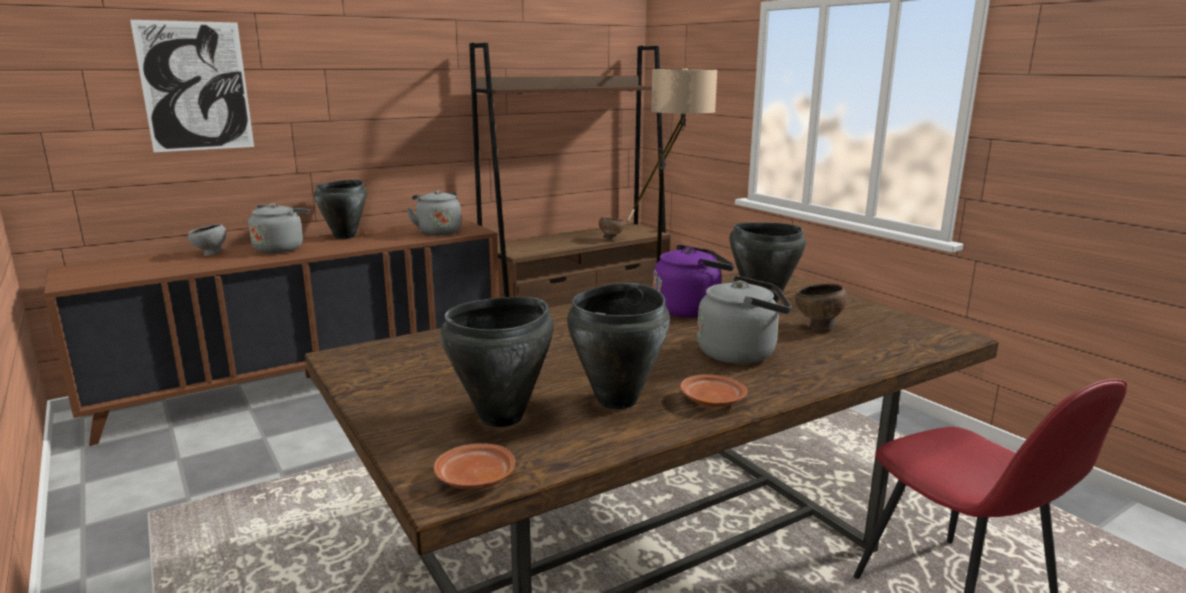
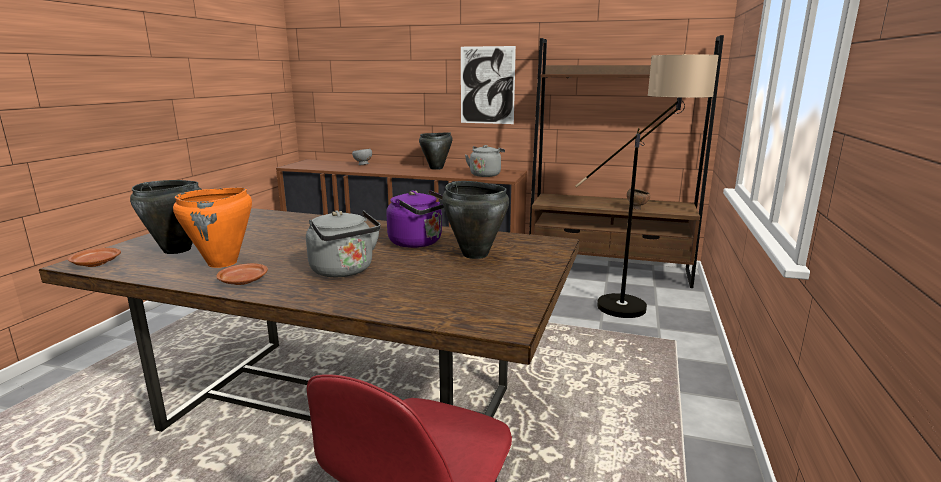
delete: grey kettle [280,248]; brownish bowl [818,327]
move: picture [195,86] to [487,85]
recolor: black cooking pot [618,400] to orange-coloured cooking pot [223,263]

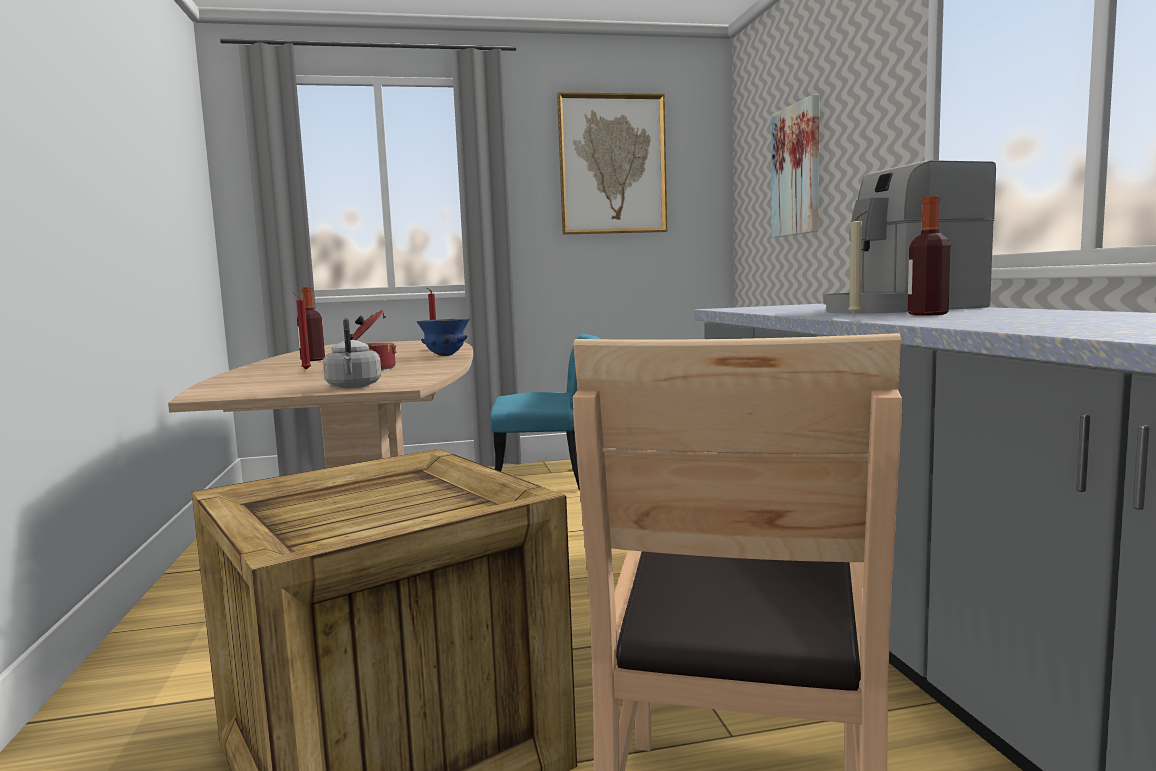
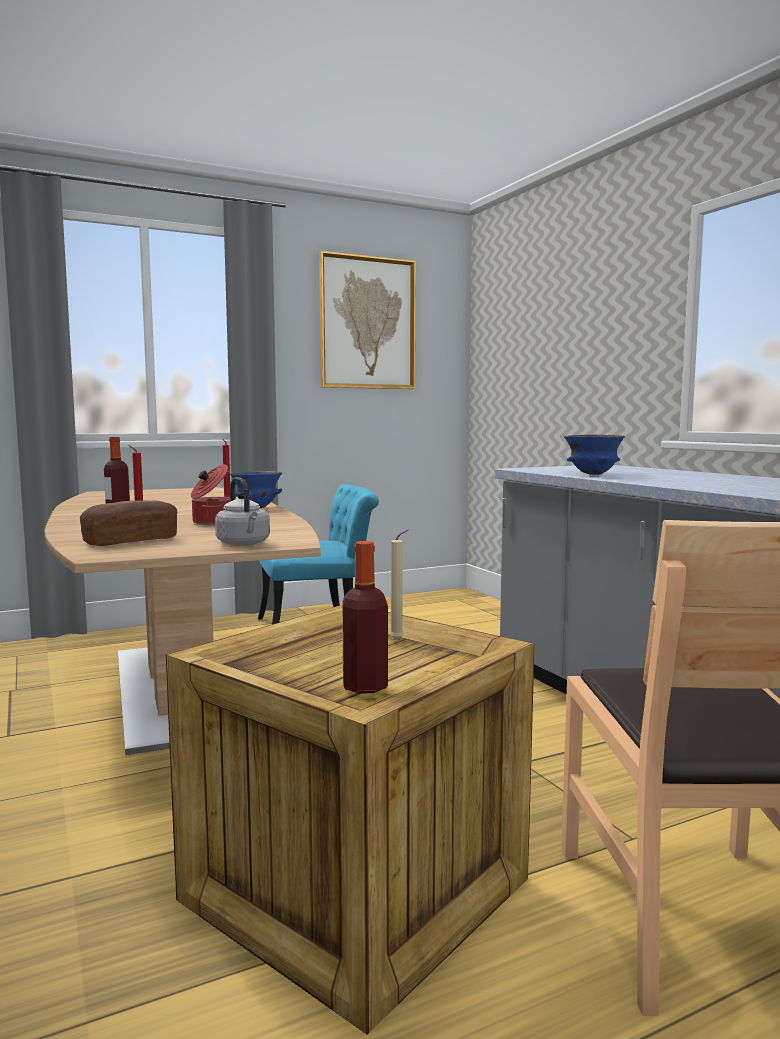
delete: picture [797,170]; coffee brewer [900,309]
insert: bakery bread [131,541]; bluish bowl [593,474]
move: sand-coloured candle [857,314] to [399,640]; bottle [927,314] to [365,686]

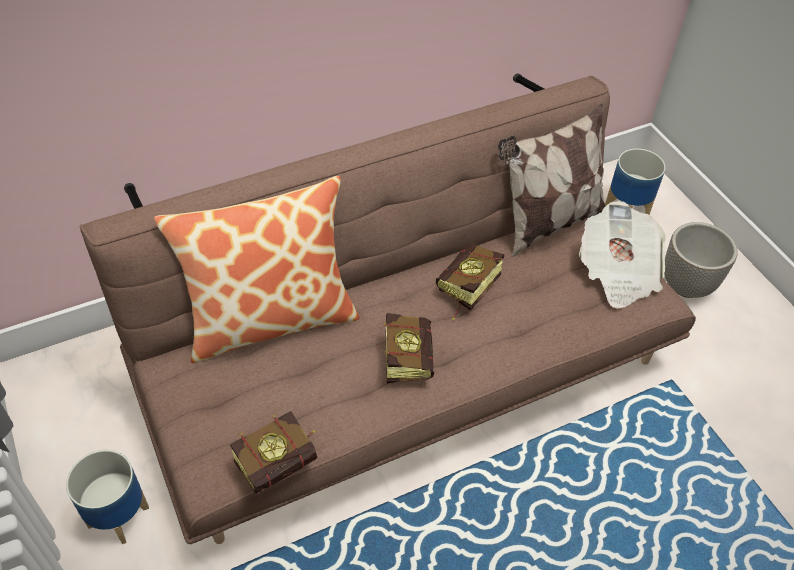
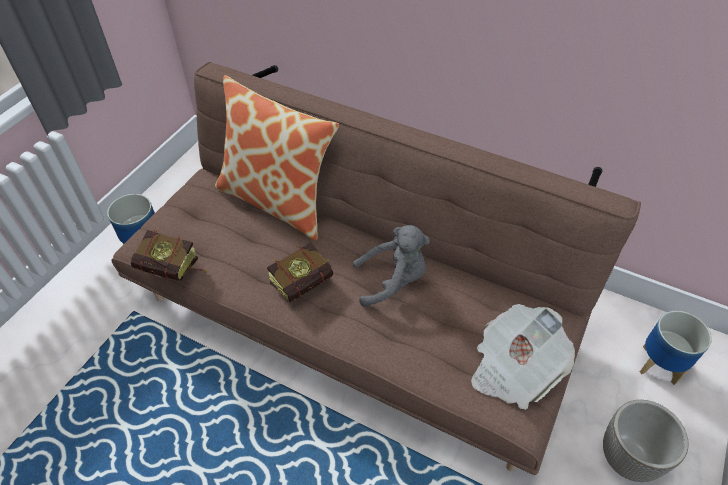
delete: cushion [547,223]
replace: volume [464,291] to grey soft toy [393,281]

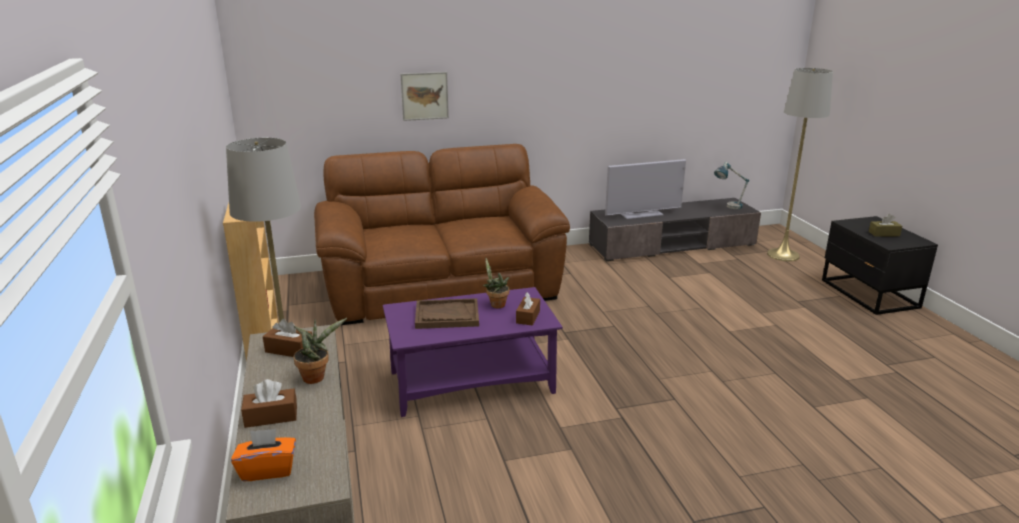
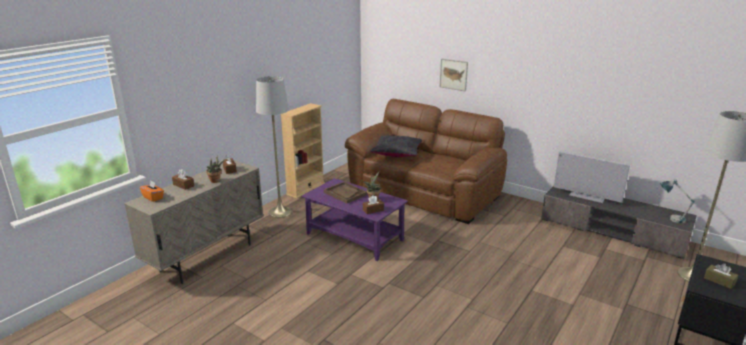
insert: black cushion [397,153]

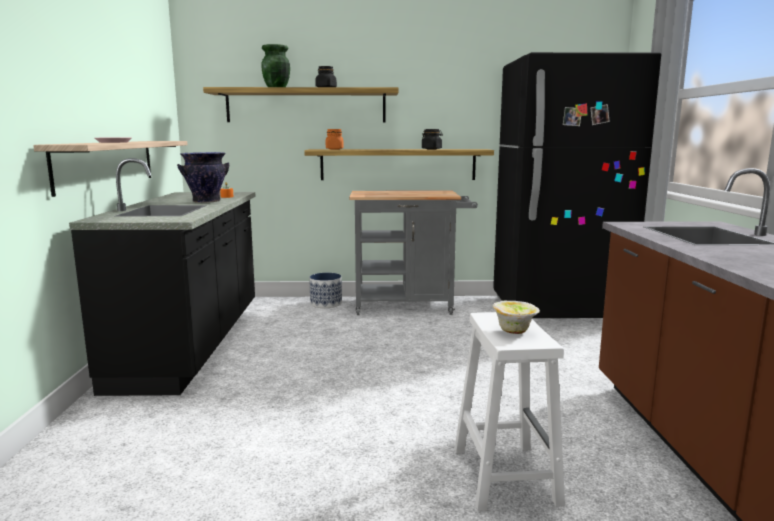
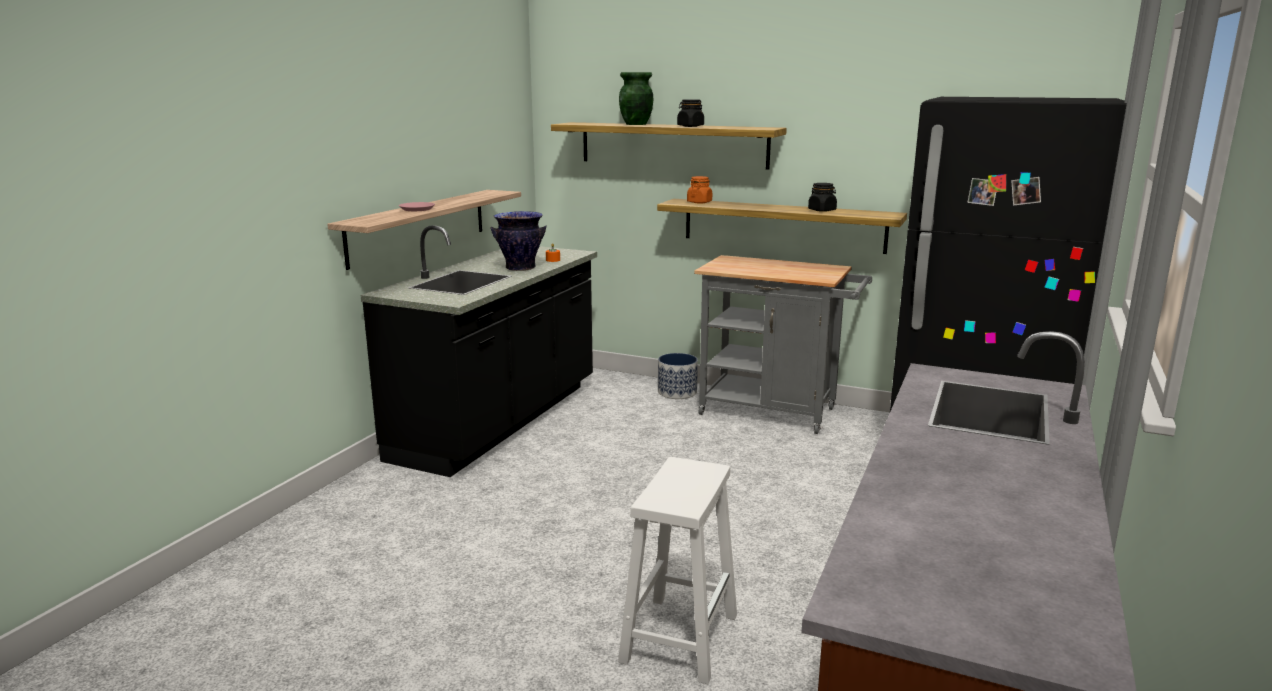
delete: bowl [514,331]

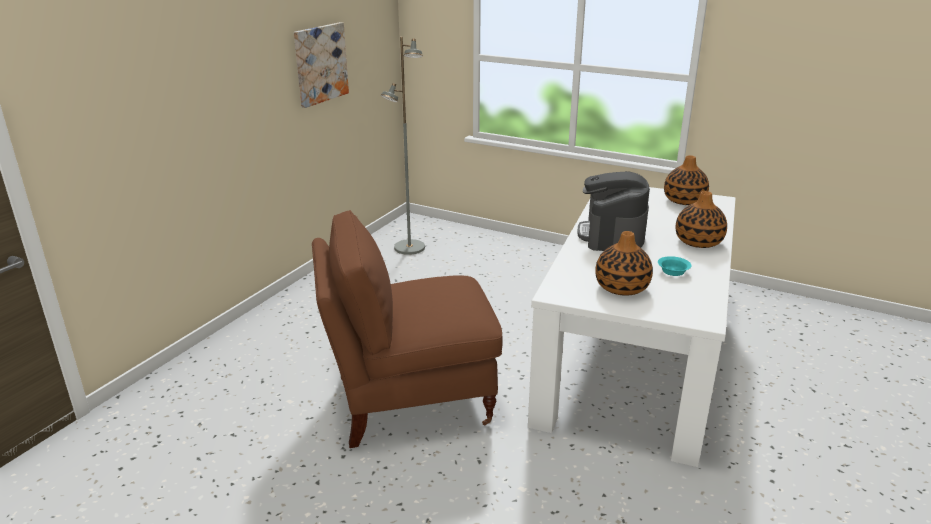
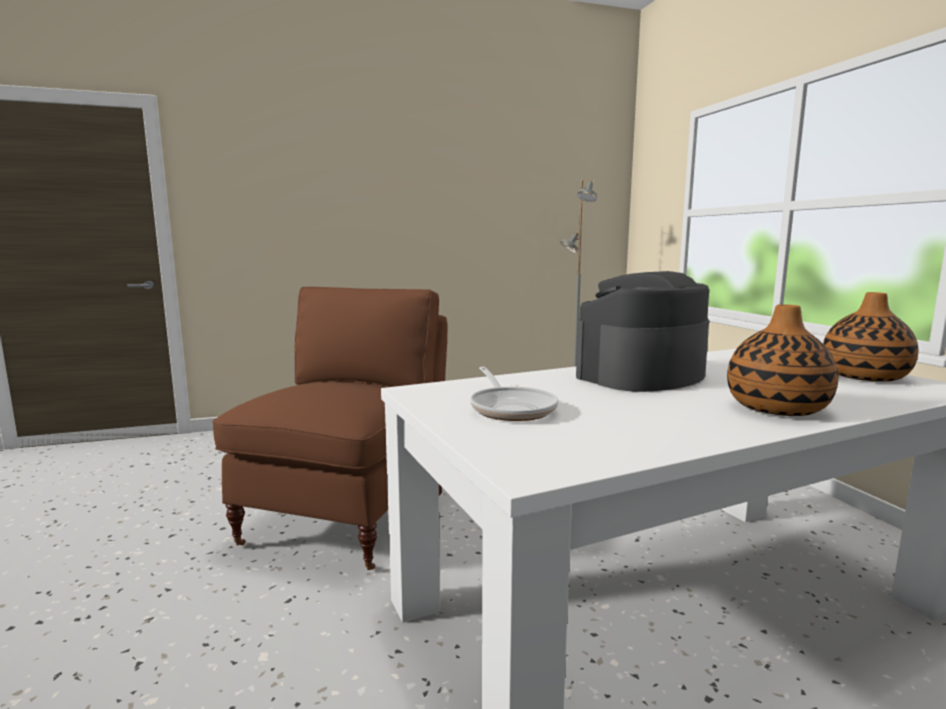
delete: picture [320,64]; turquoise bowl [673,272]
replace: flower vase [621,287] to pan [511,408]
rotate: brownish chair [409,399] = [349,516] 75 degrees clockwise

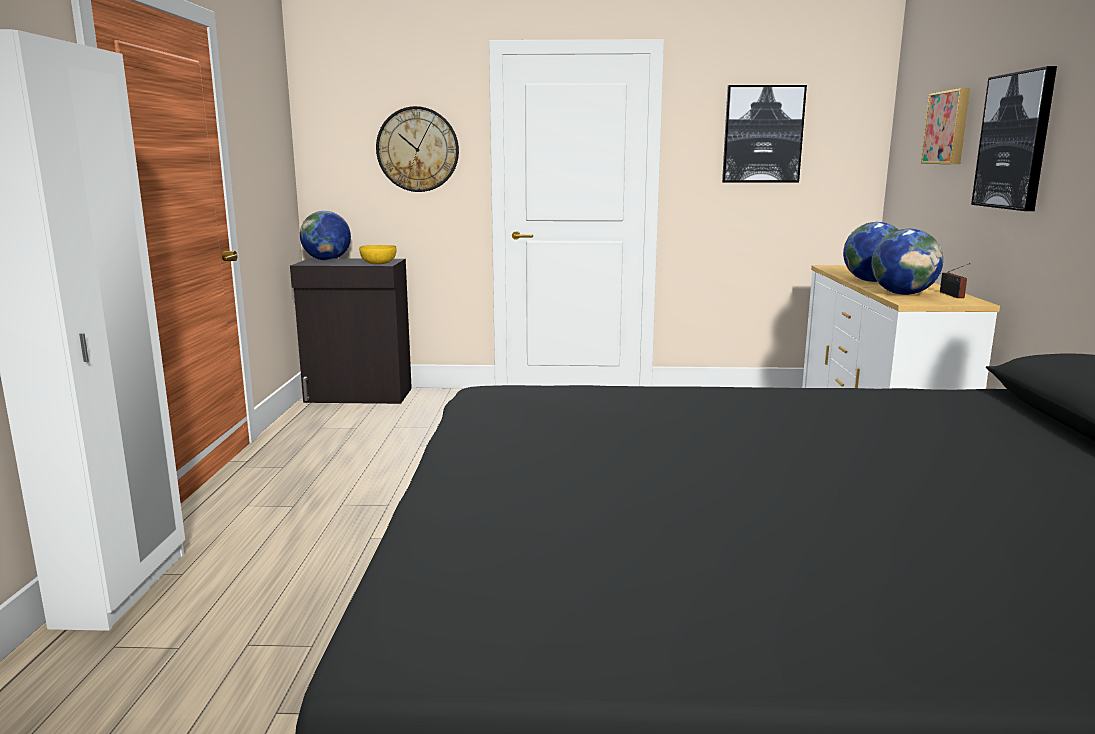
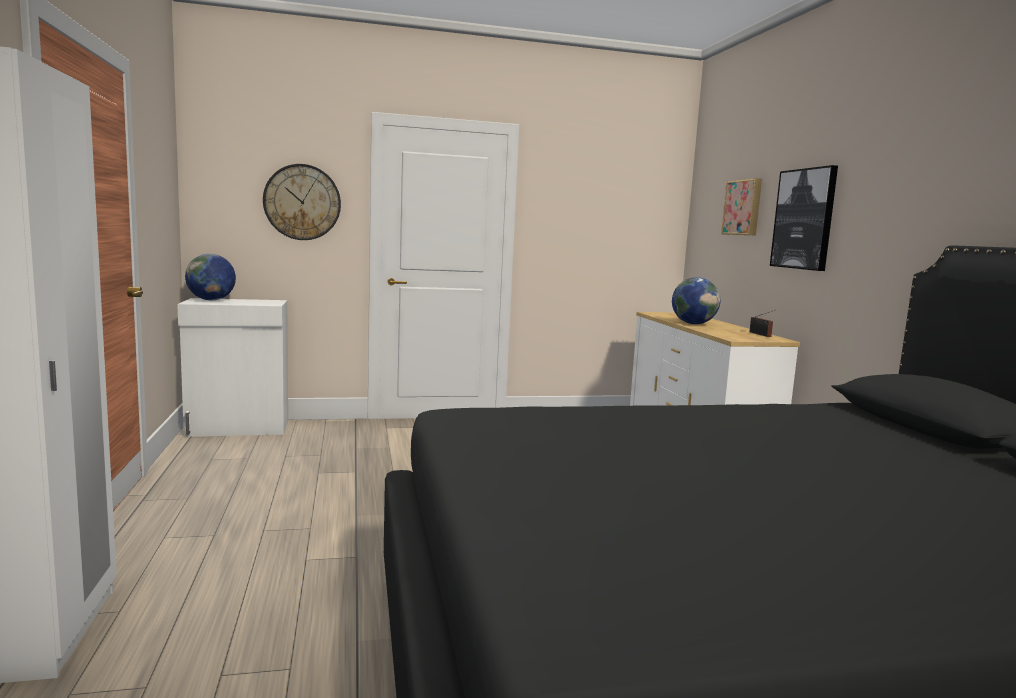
delete: yellow bowl [378,263]; picture [762,134]; globe [903,294]
recolor: black cabinet [359,396] to whitish cabinet [238,428]

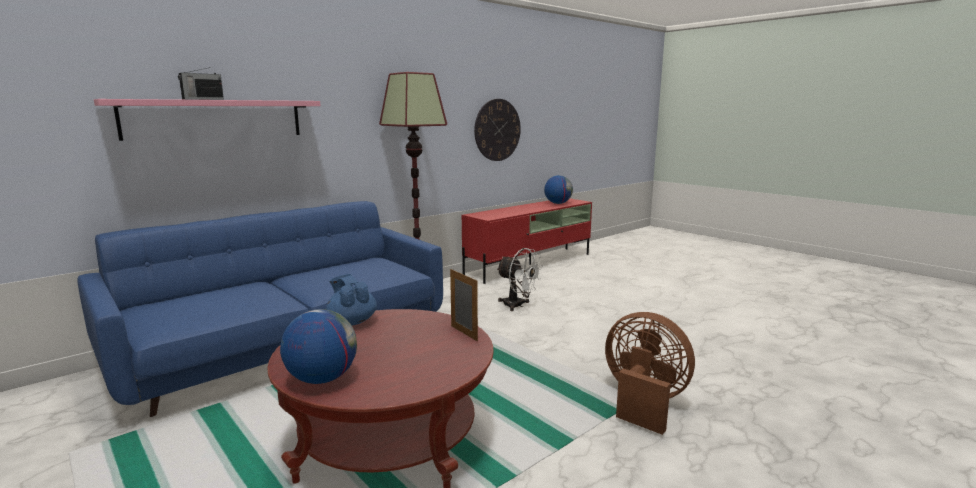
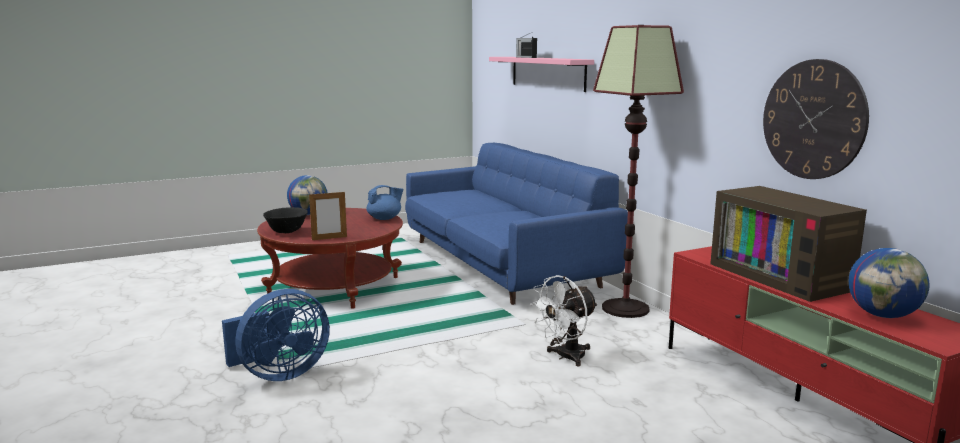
insert: black bowl [287,232]; TV set [782,276]
recolor: brownish fan [643,402] to bluish fan [279,374]

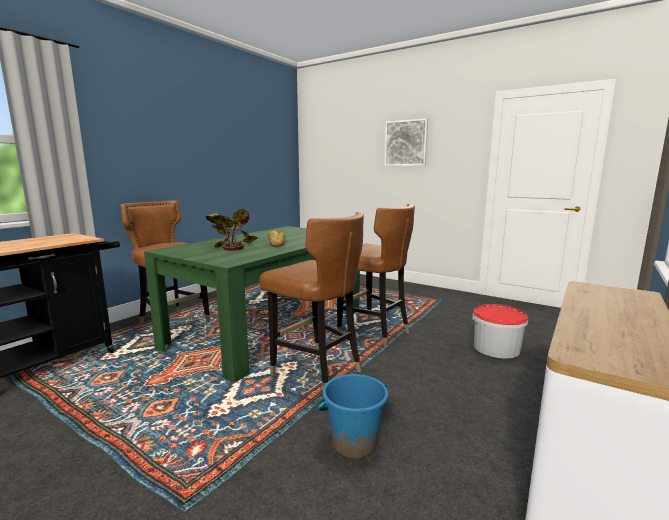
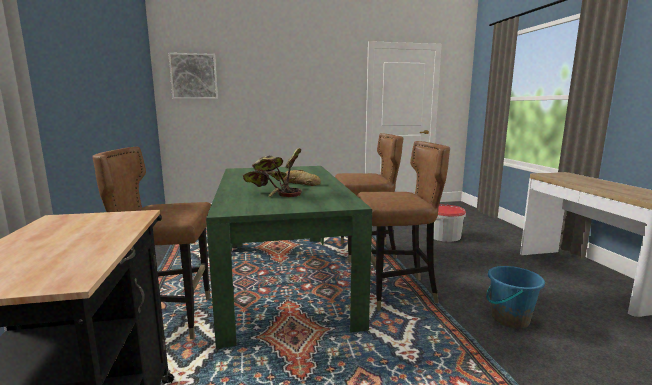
move: picture [406,143] to [194,76]

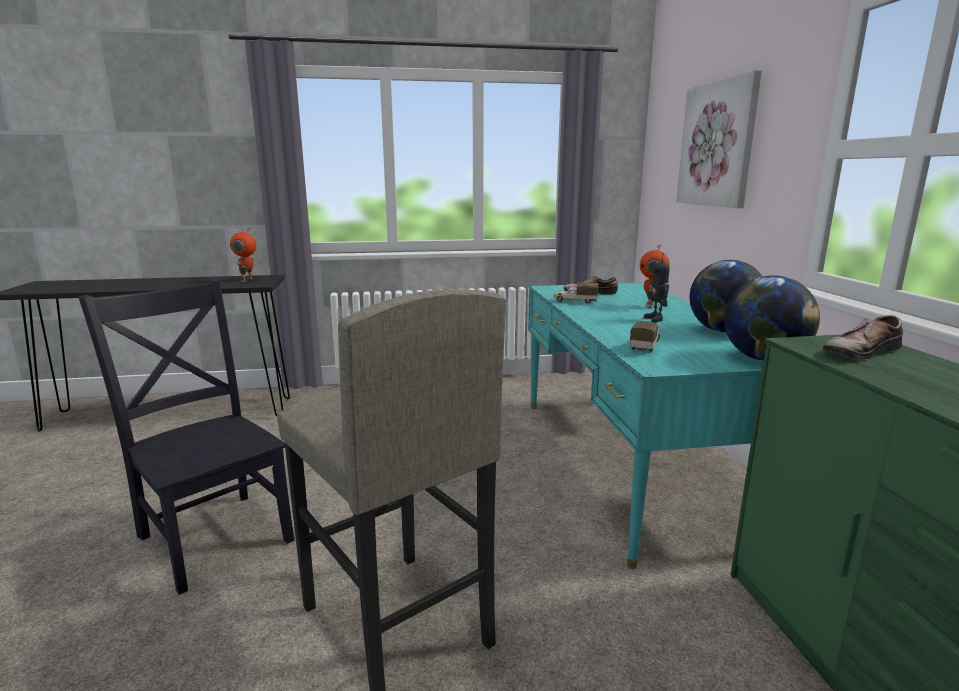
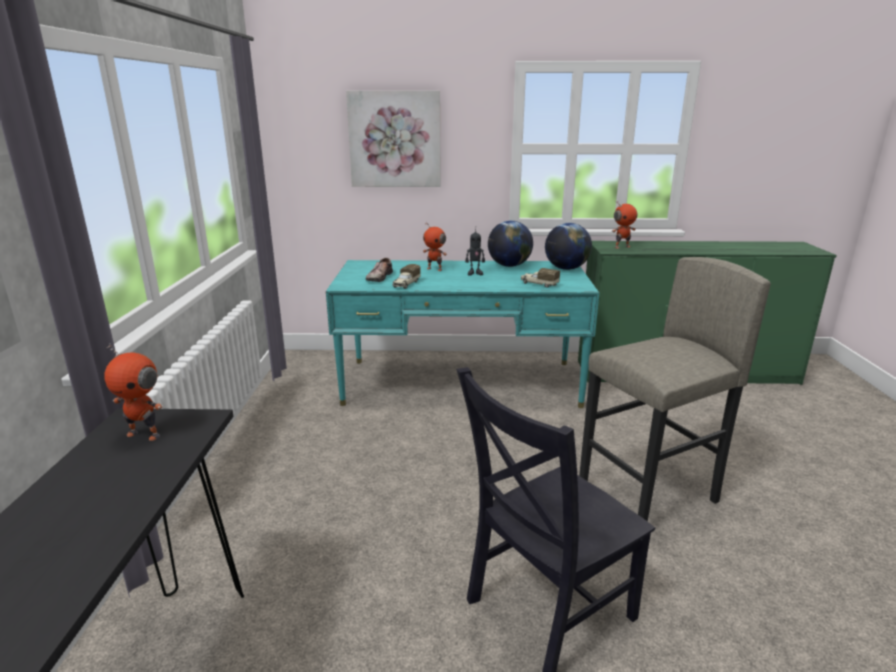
replace: item of footwear [858,351] to robot figure [621,247]

